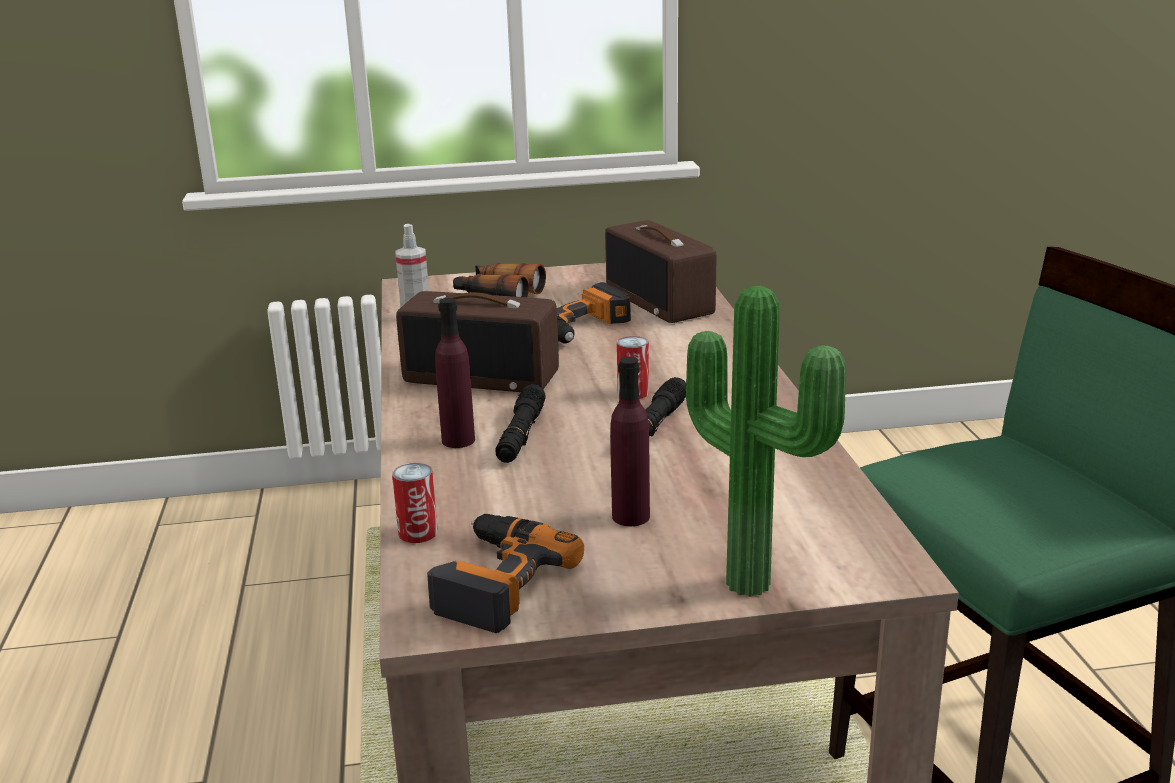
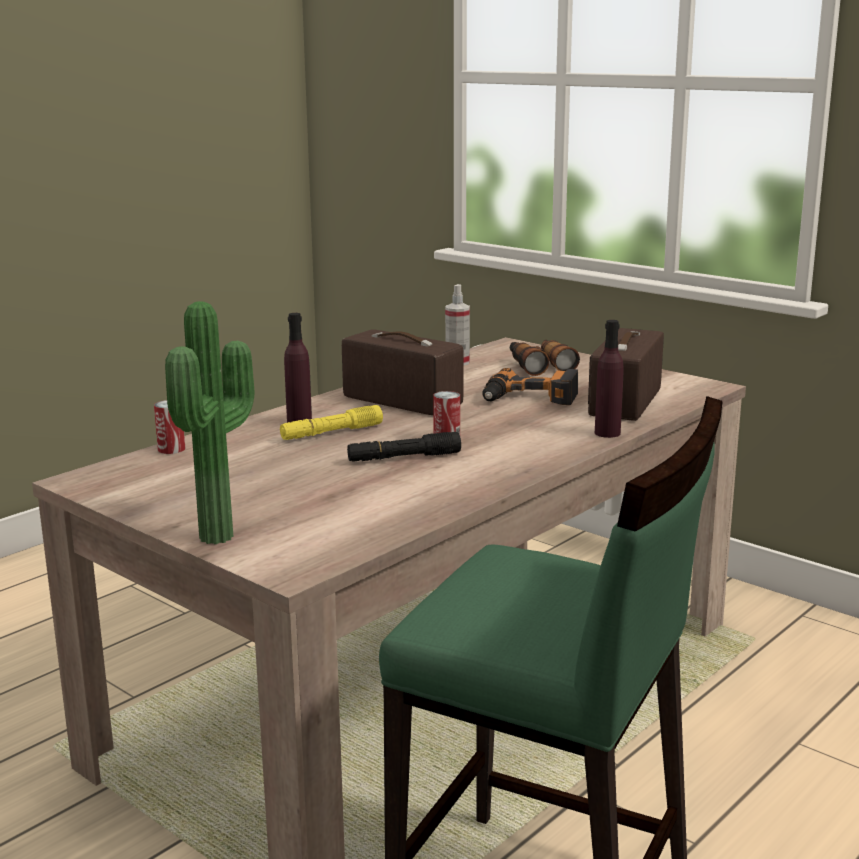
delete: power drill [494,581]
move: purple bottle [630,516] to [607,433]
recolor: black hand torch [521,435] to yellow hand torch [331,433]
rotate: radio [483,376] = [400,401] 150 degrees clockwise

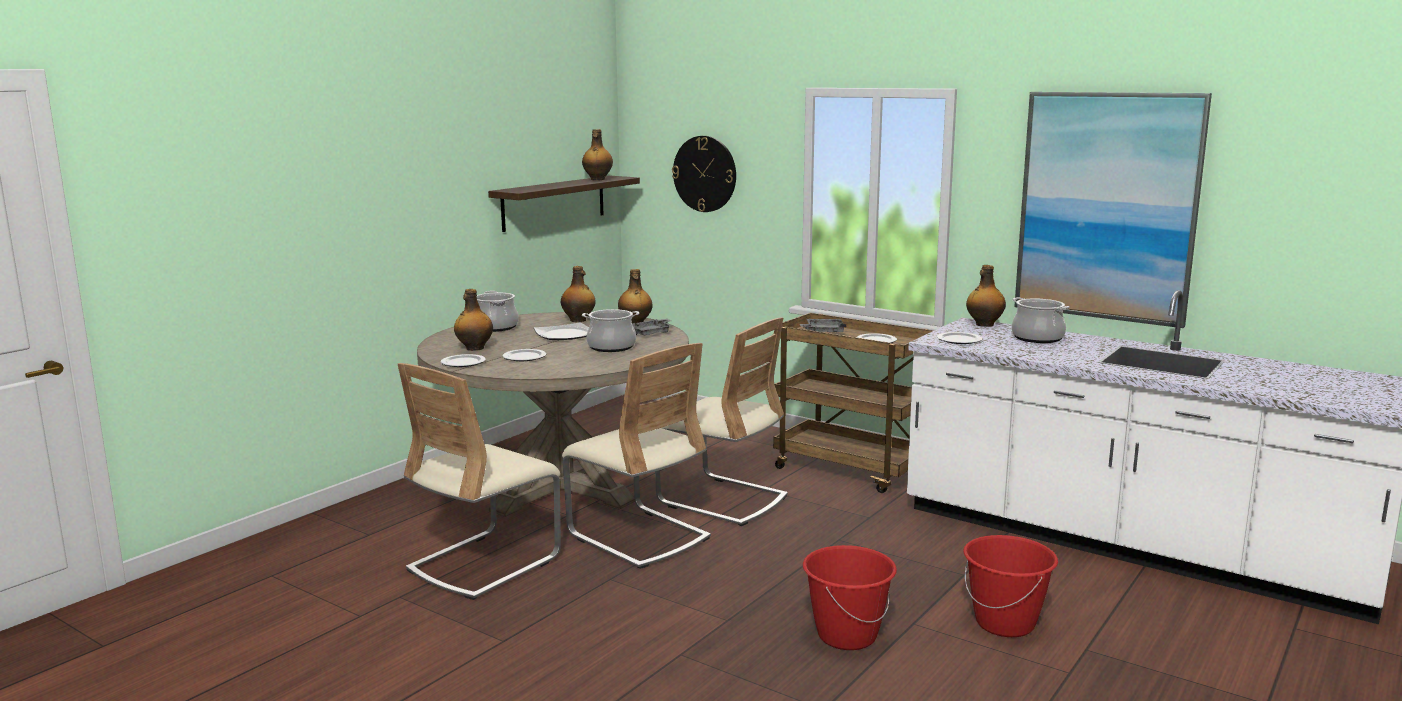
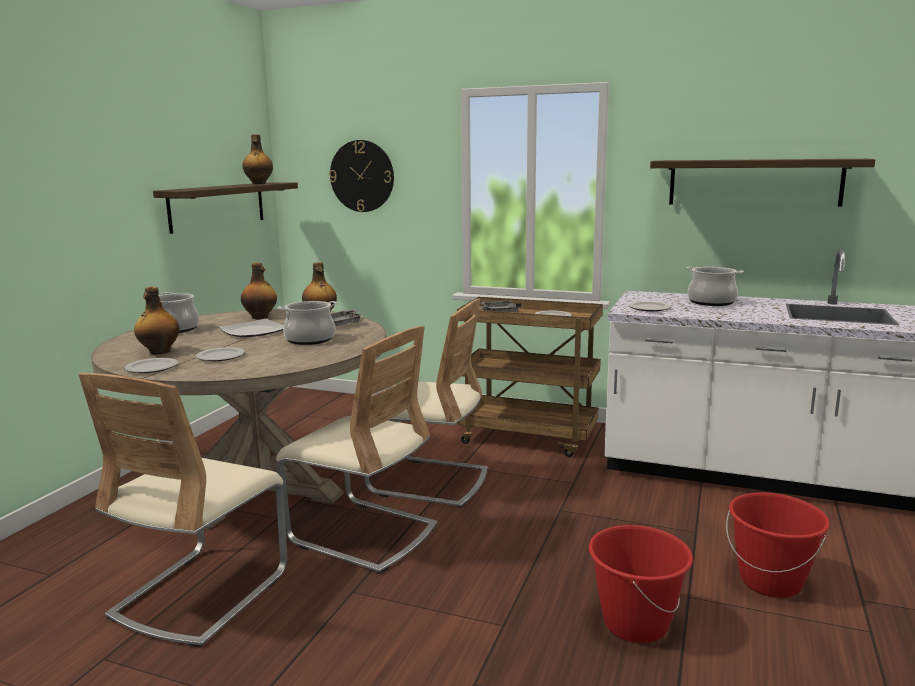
delete: bottle [984,324]
replace: picture [1107,207] to bracket shelf [754,182]

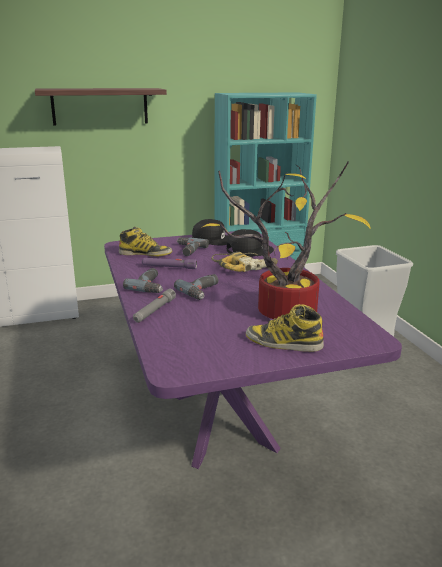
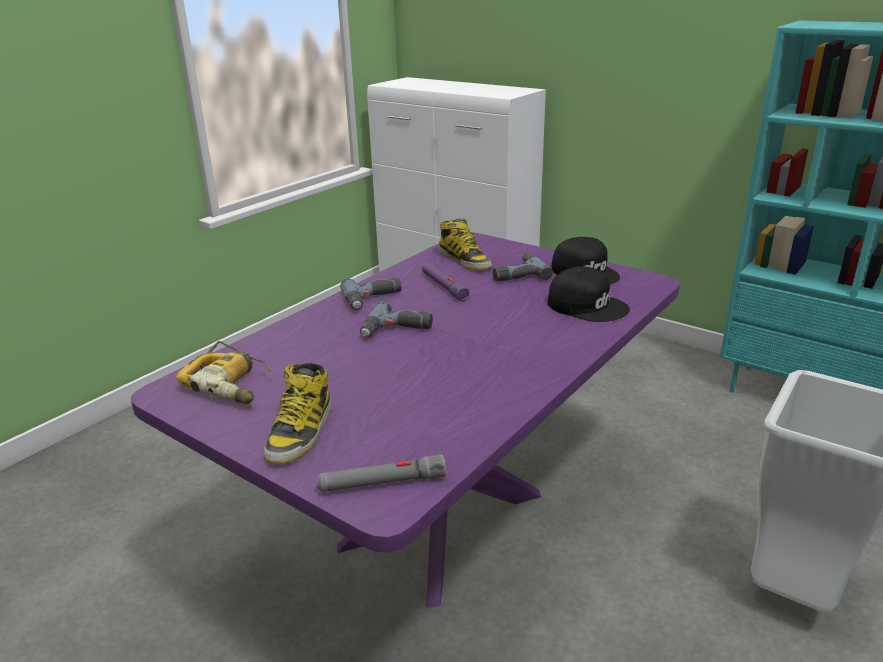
delete: bracket shelf [100,106]; potted plant [289,310]
move: grey hand torch [154,311] to [382,483]; power drill [245,267] to [231,383]
rotate: boot [283,343] = [301,432] 150 degrees counterclockwise

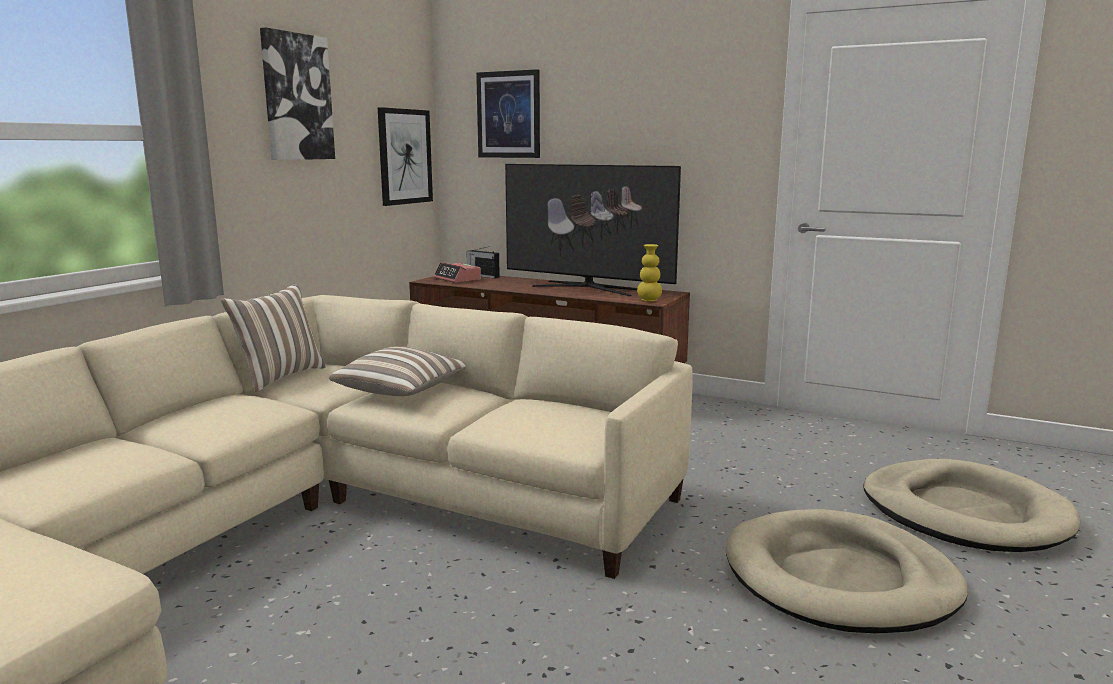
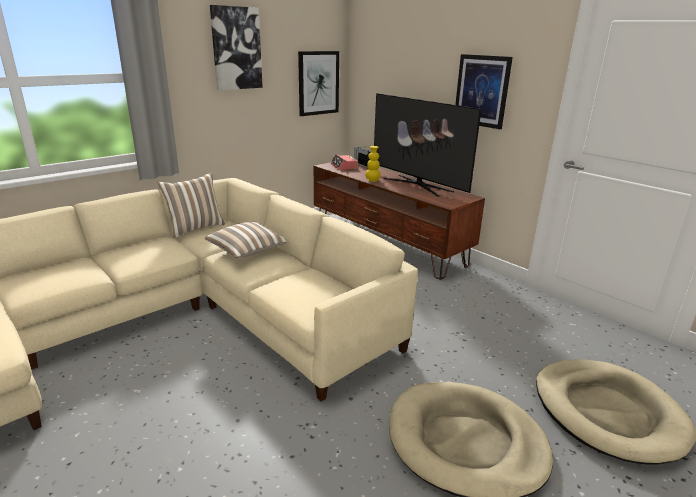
move: picture [508,115] to [482,91]; yellow flower vase [649,300] to [372,180]

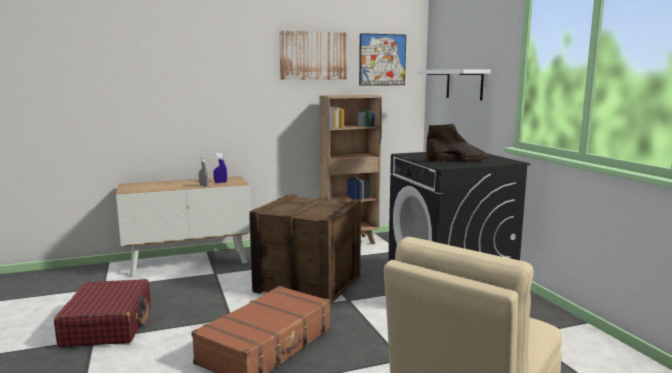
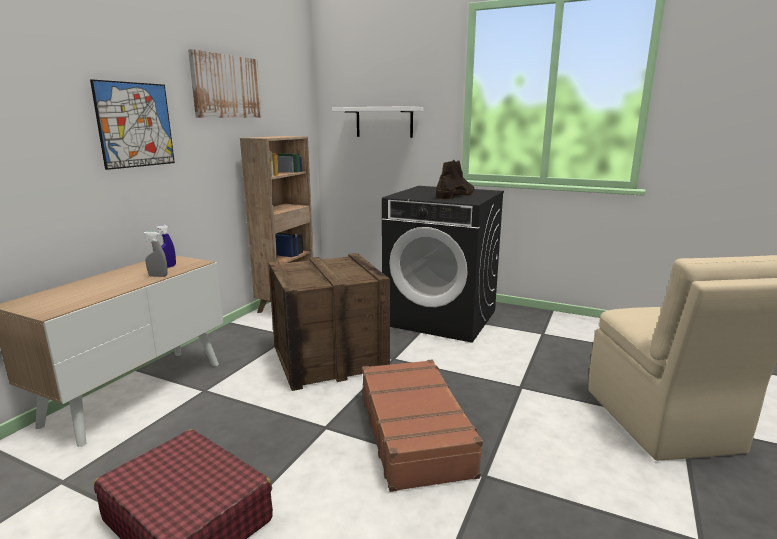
move: picture [382,60] to [135,125]

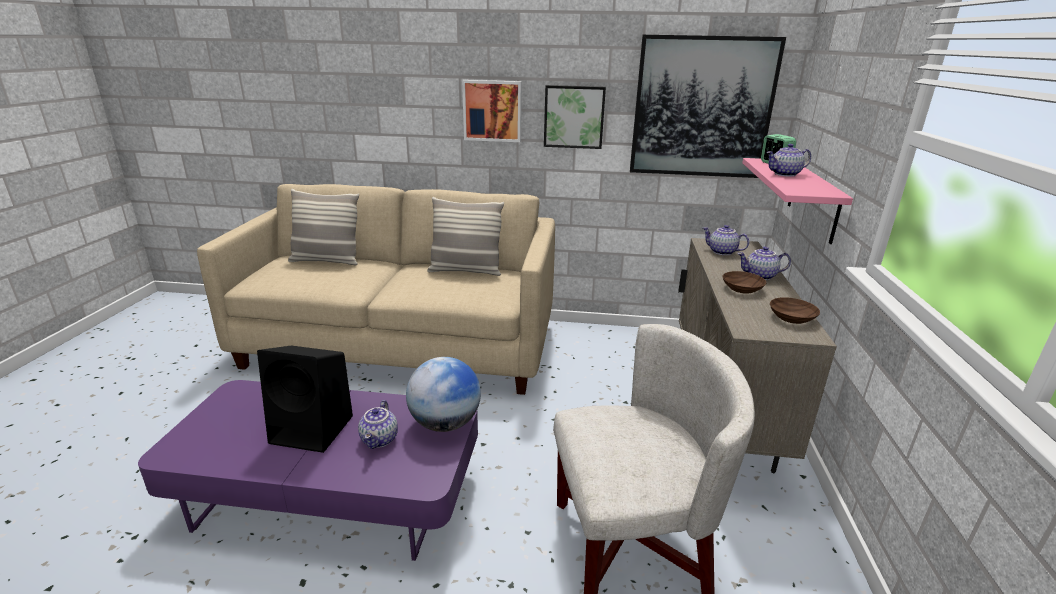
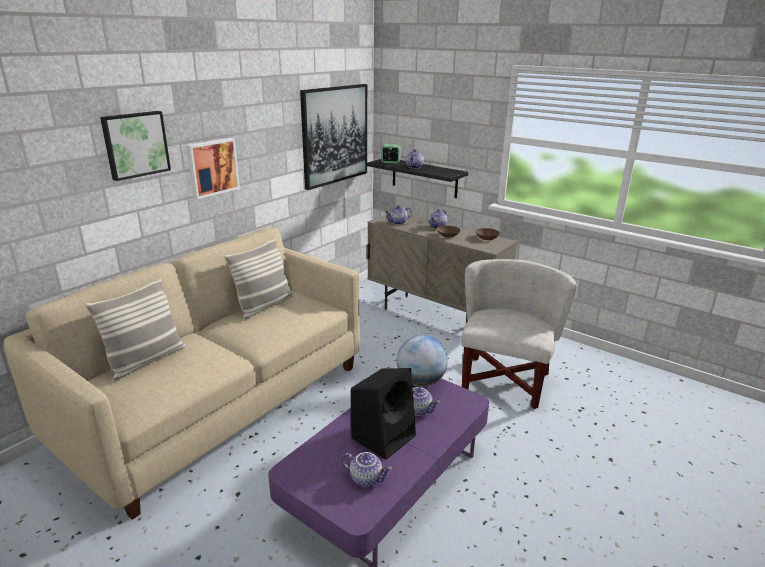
insert: teapot [366,478]
move: picture [574,116] to [135,144]
recolor: pink bracket shelf [813,200] to black bracket shelf [424,178]

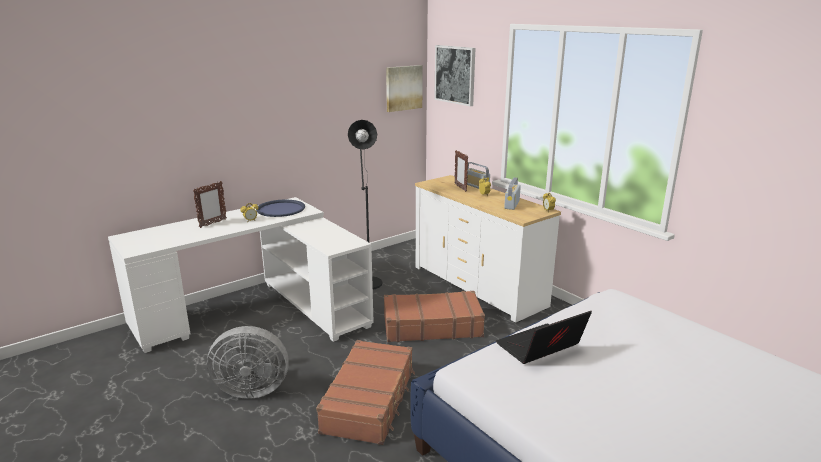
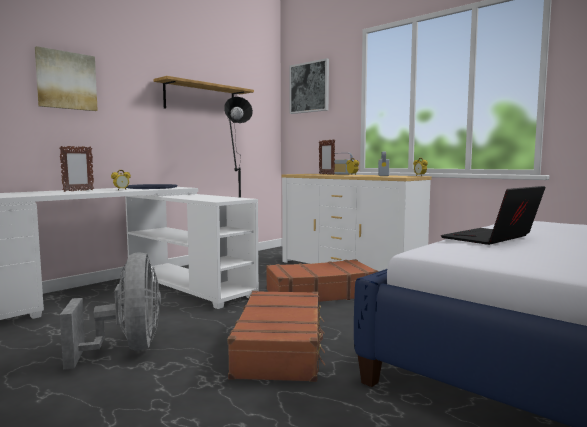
insert: bracket shelf [200,99]
move: picture [403,88] to [66,80]
rotate: grey fan [251,389] = [127,349] 90 degrees counterclockwise

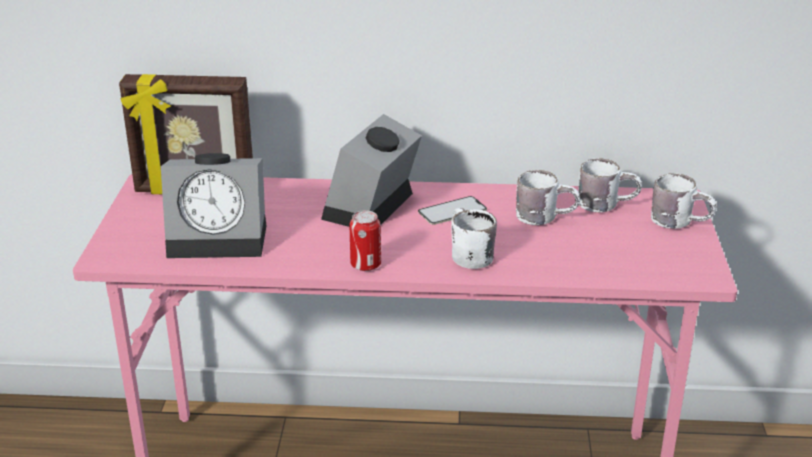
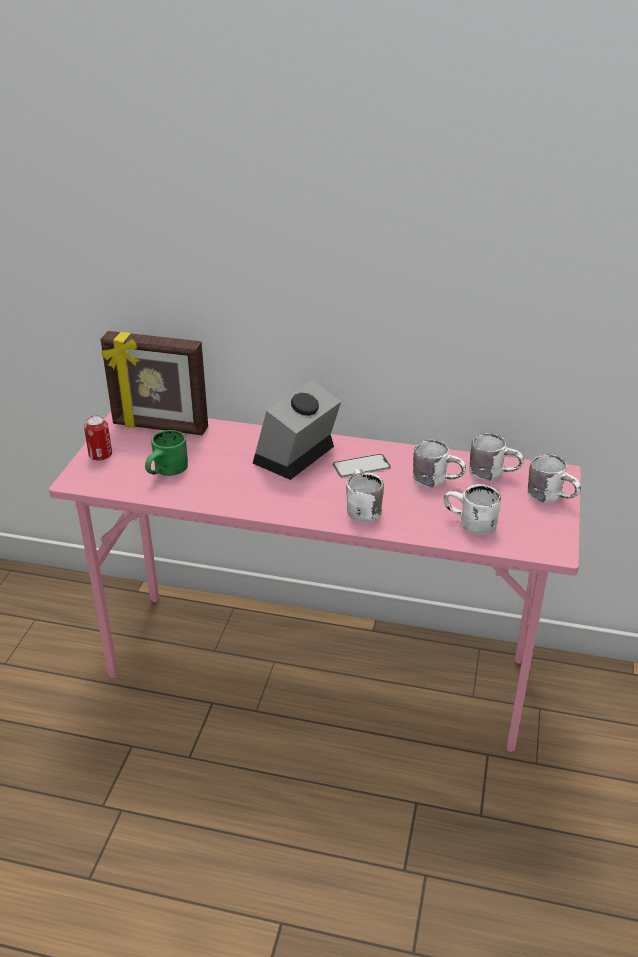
insert: whitish mug [469,525]
move: can [365,265] to [100,455]
replace: bedside clock [221,238] to greenish mug [169,472]

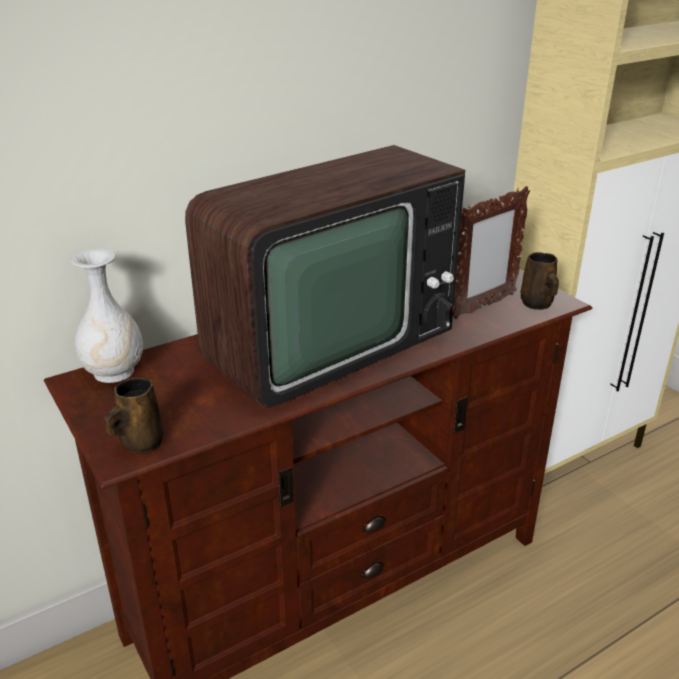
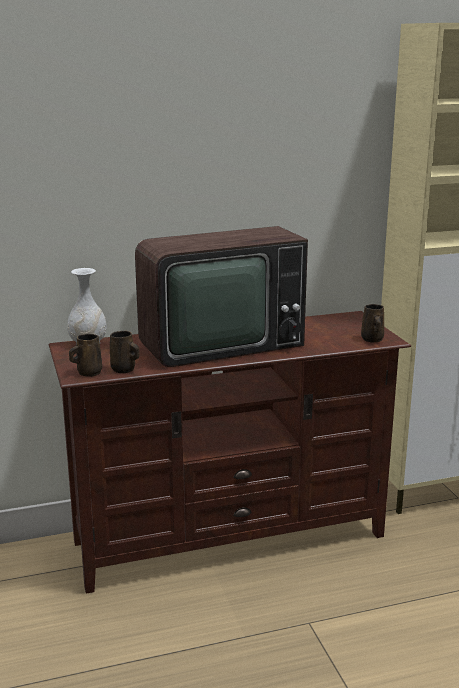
delete: picture frame [483,306]
insert: brownish mug [124,370]

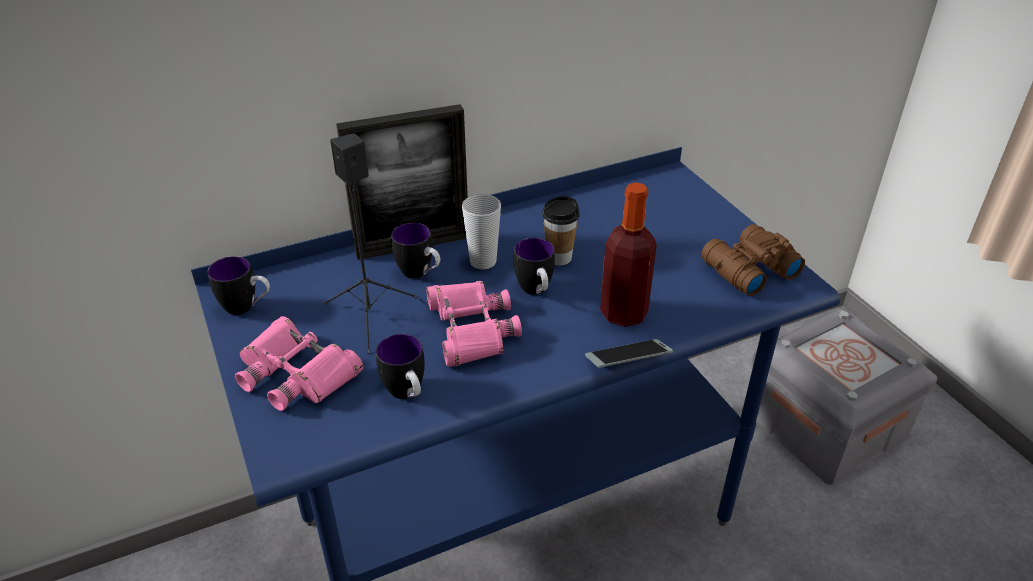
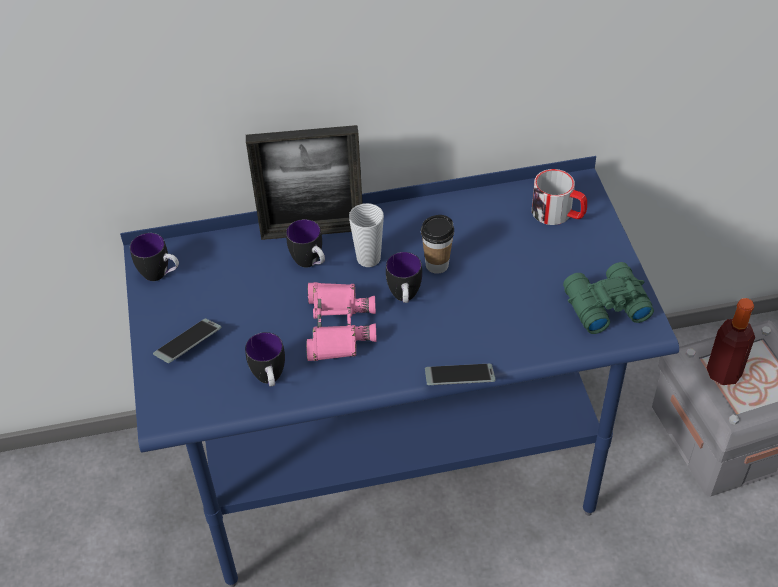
delete: black audio speaker [370,317]
insert: mug [558,214]
move: bottle [623,313] to [723,373]
replace: pink pair of binoculars [296,373] to phone [188,345]
recolor: brownish pair of binoculars [747,269] to greenish pair of binoculars [603,305]

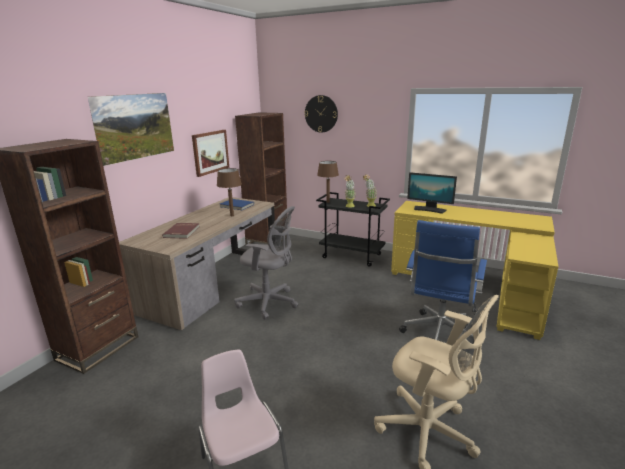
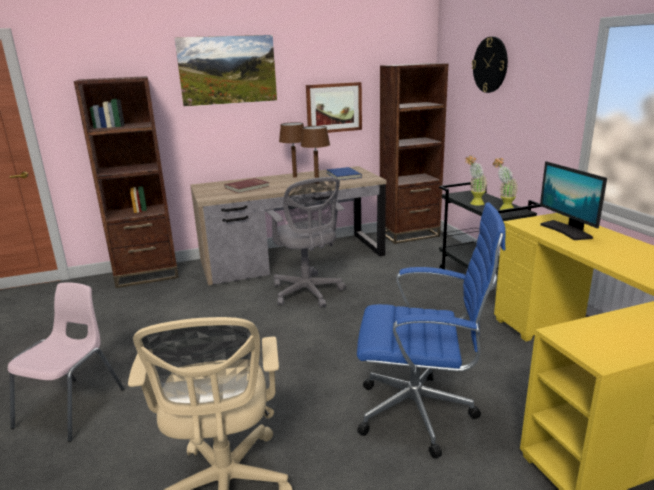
move: brownish table lamp [328,202] to [295,176]
rotate: bluish office chair [438,336] = [421,413] 150 degrees counterclockwise

